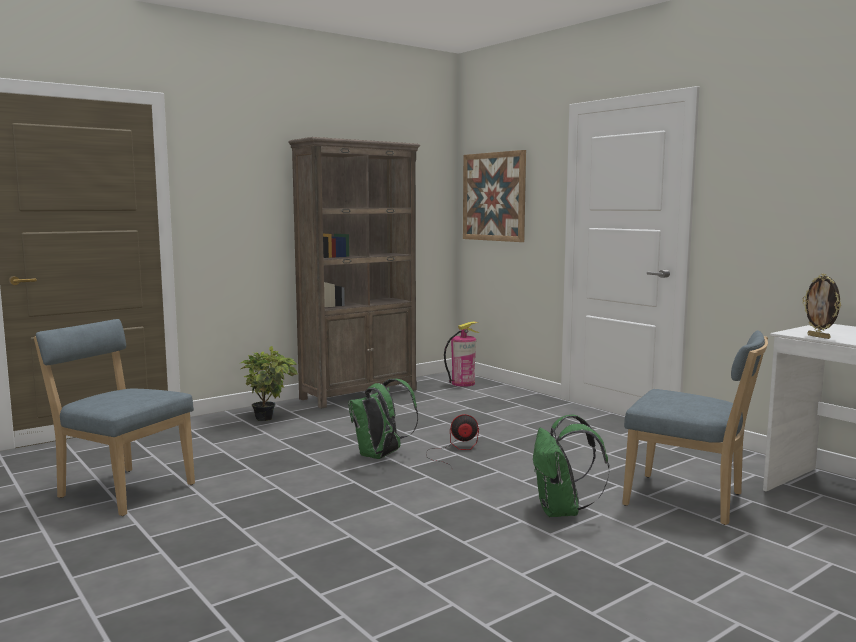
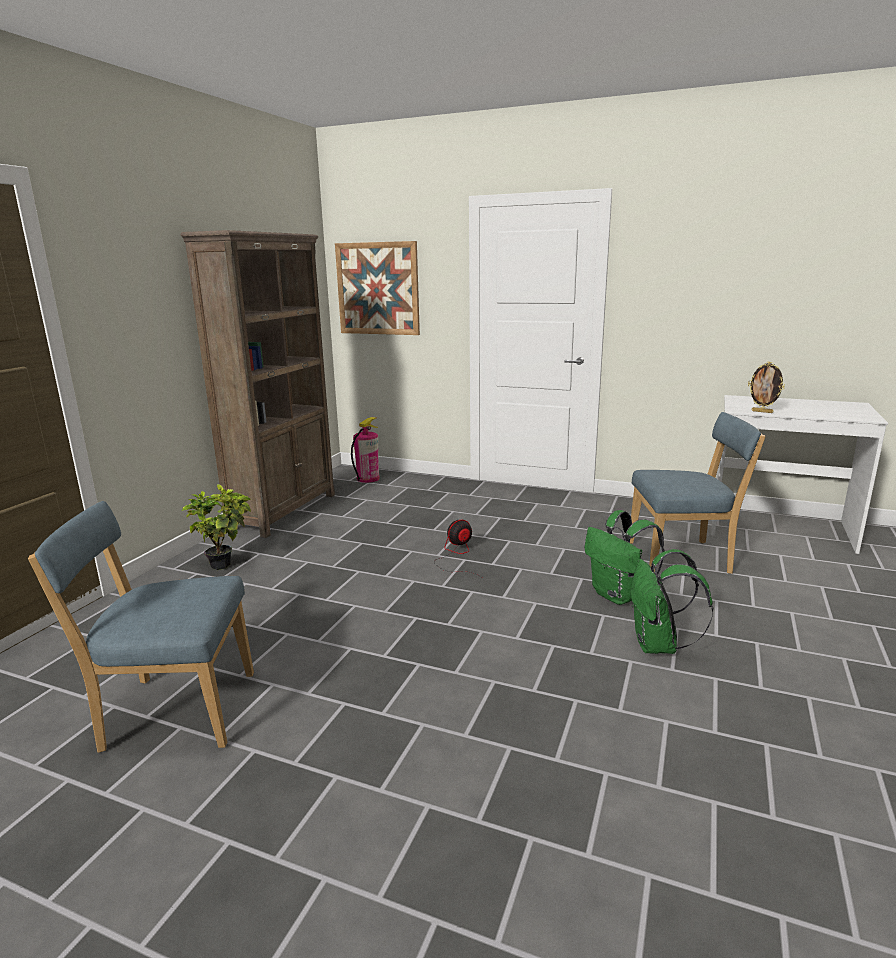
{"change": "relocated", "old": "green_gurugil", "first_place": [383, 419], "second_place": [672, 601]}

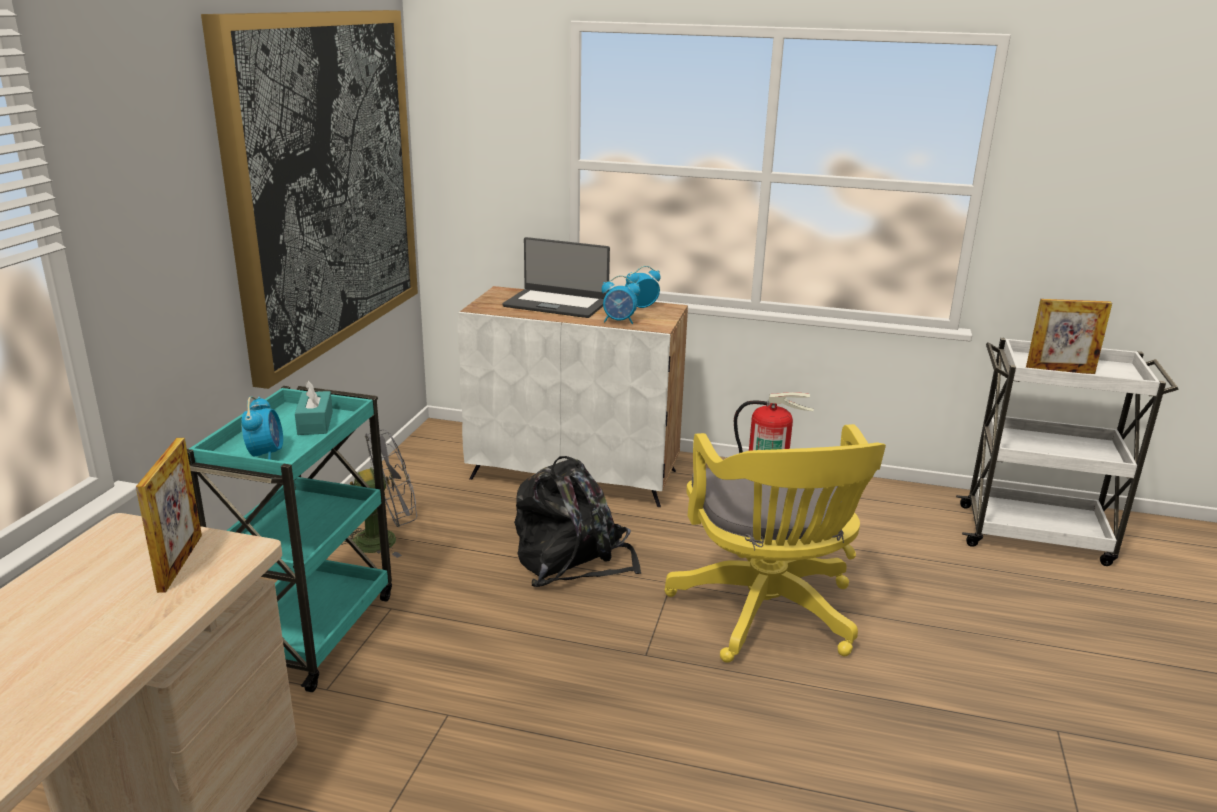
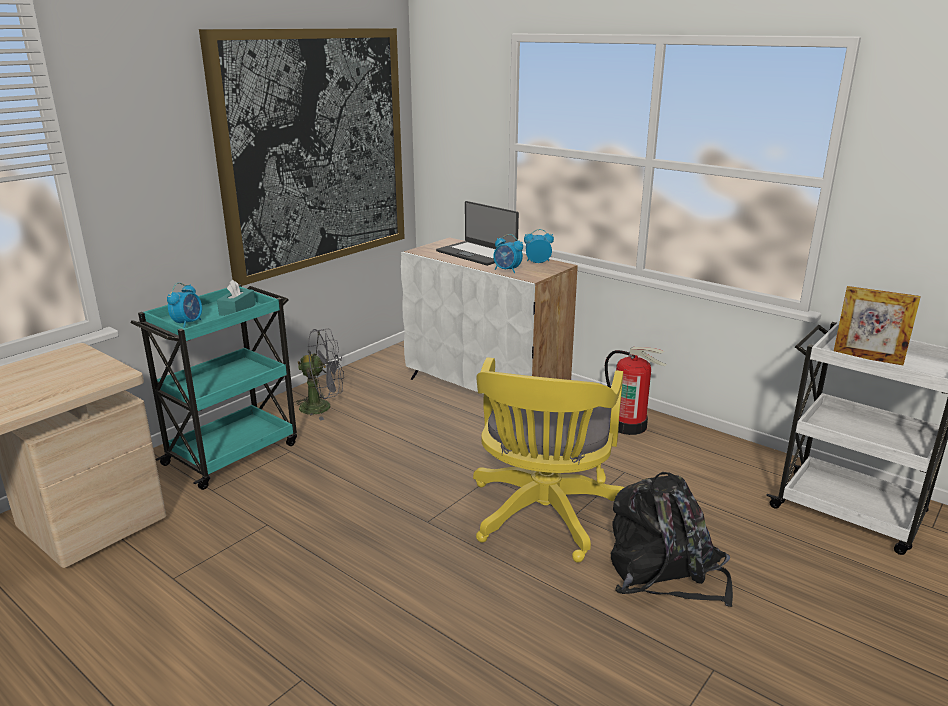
{"change": "relocated", "old": "black_gurugil", "first_place": [577, 521], "second_place": [672, 539]}
{"change": "missing", "old": "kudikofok", "first_place": [169, 515]}

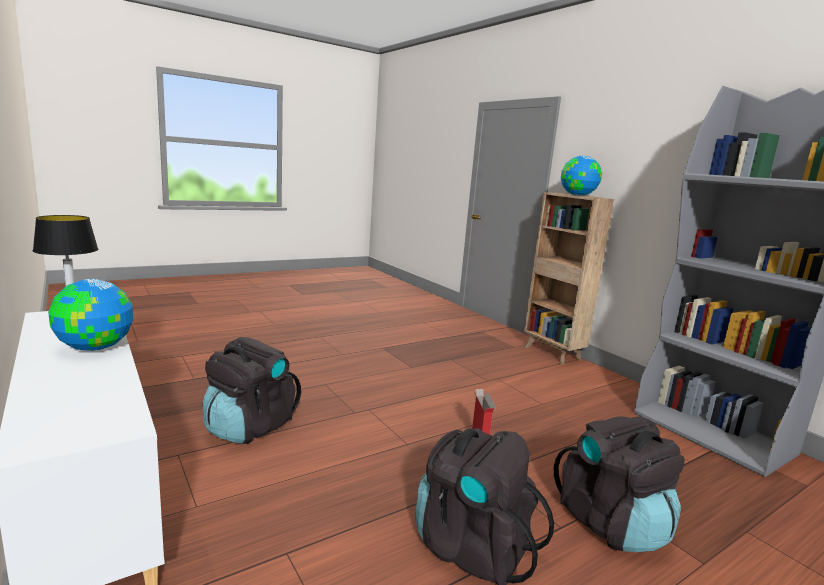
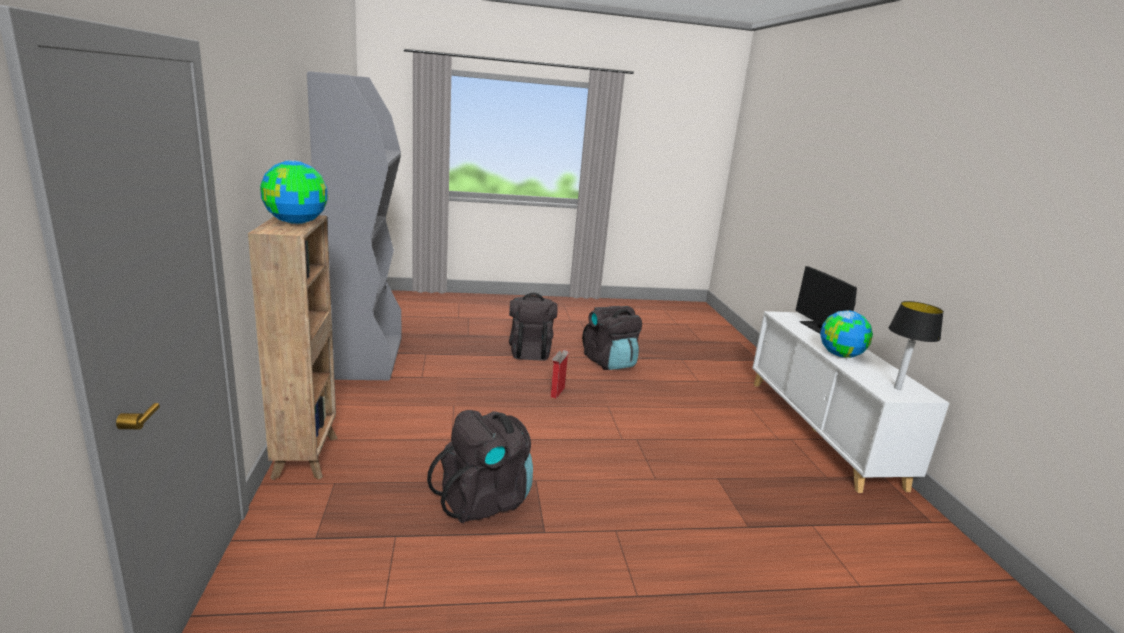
{"change": "relocated", "old": "black_gurugil", "first_place": [252, 390], "second_place": [480, 466]}
{"change": "appeared", "new": "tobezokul", "second_place": [826, 300]}

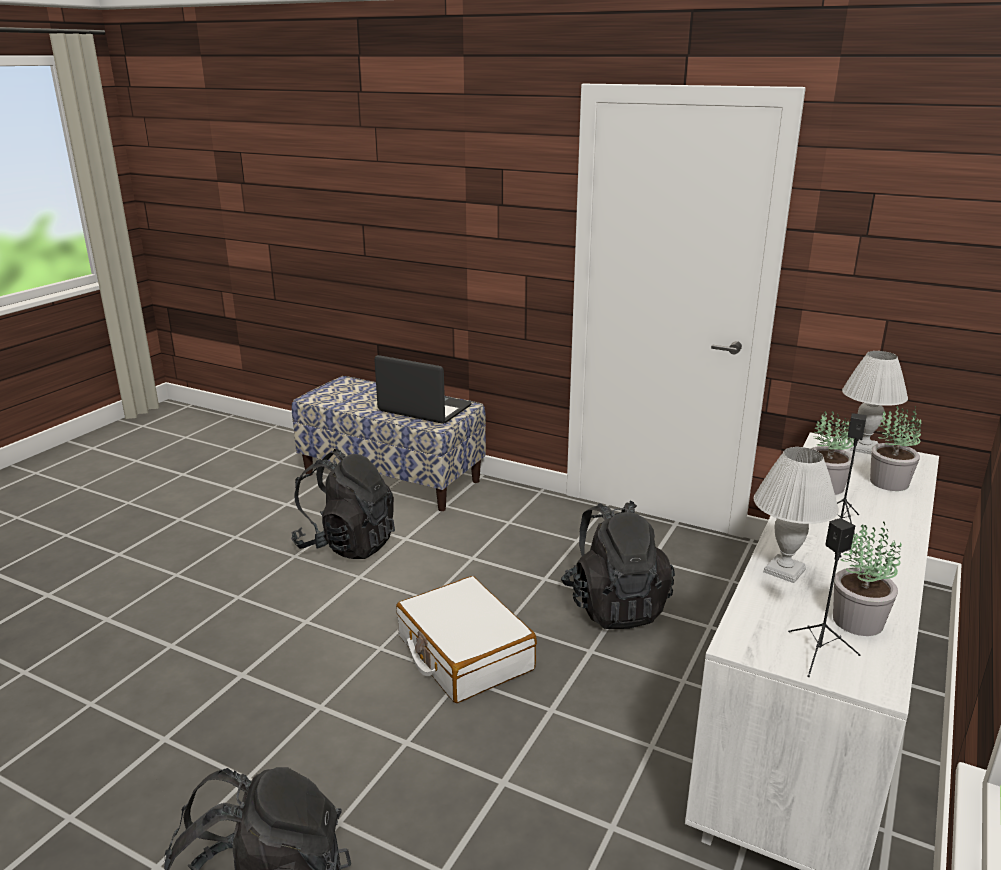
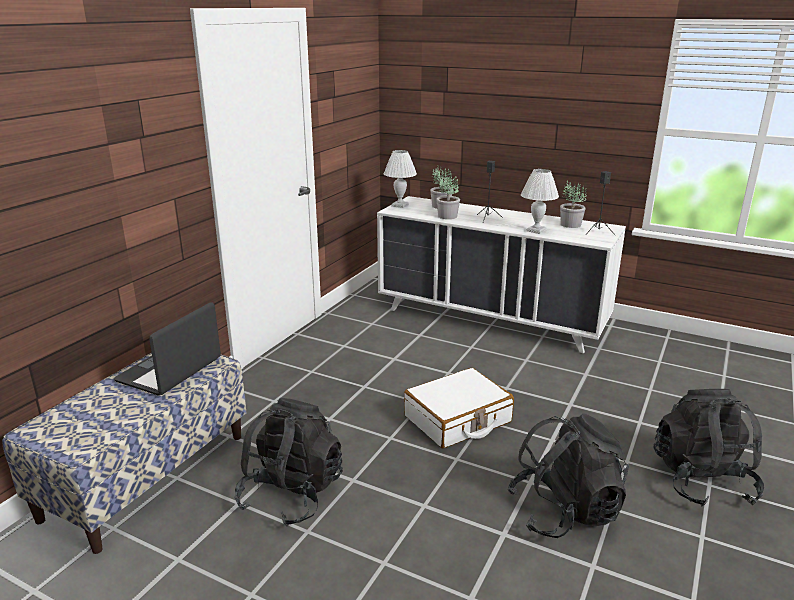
{"change": "relocated", "old": "black_gurugil", "first_place": [618, 564], "second_place": [568, 475]}

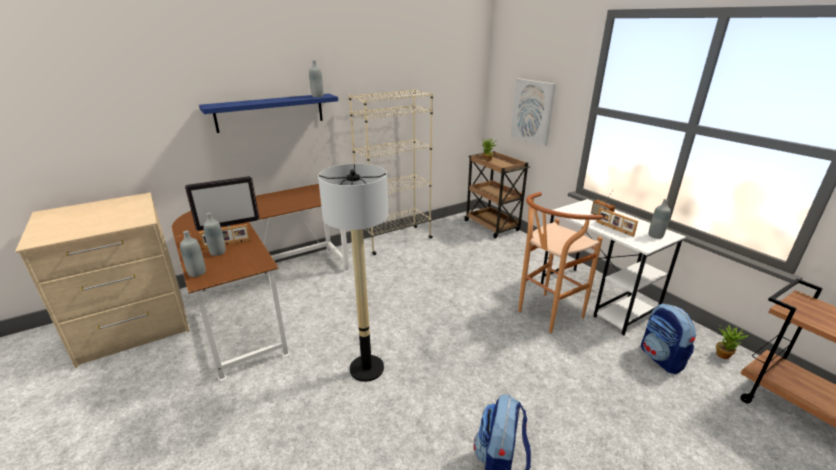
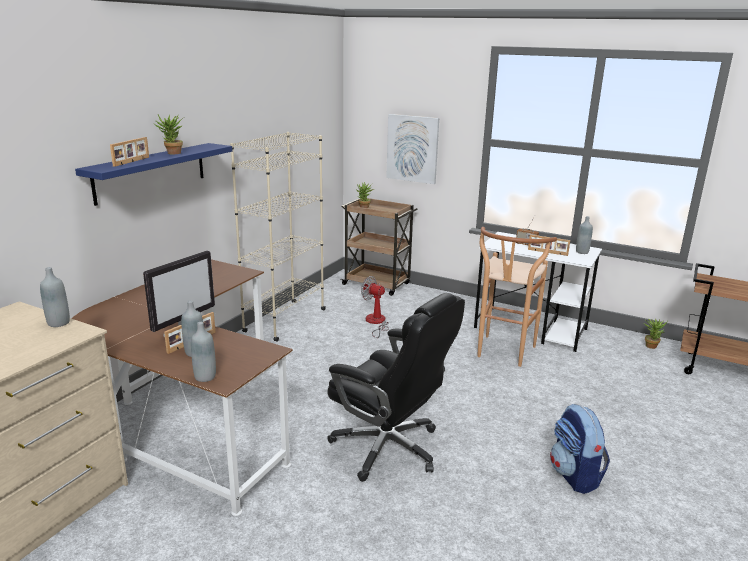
{"change": "relocated", "old": "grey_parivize", "first_place": [316, 78], "second_place": [55, 297]}
{"change": "appeared", "new": "kudikofok", "second_place": [129, 152]}
{"change": "appeared", "new": "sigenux", "second_place": [168, 134]}
{"change": "exchanged", "old": "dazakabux", "new": "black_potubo", "first_place": [353, 273], "second_place": [396, 387]}
{"change": "appeared", "new": "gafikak", "second_place": [375, 307]}
{"change": "missing", "old": "gurugil", "first_place": [668, 338]}

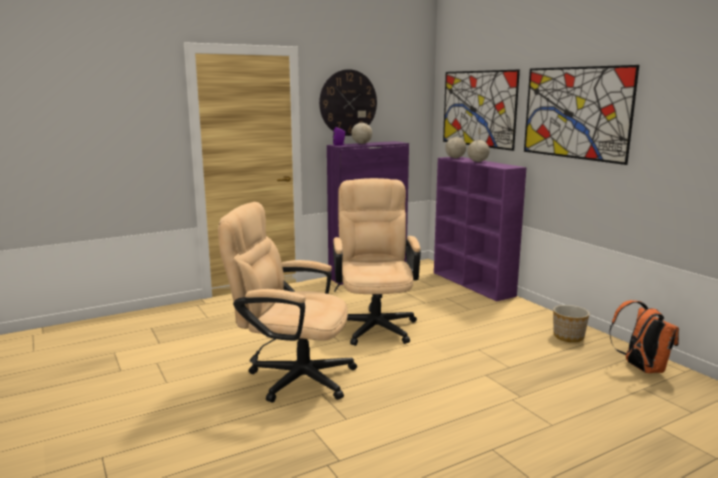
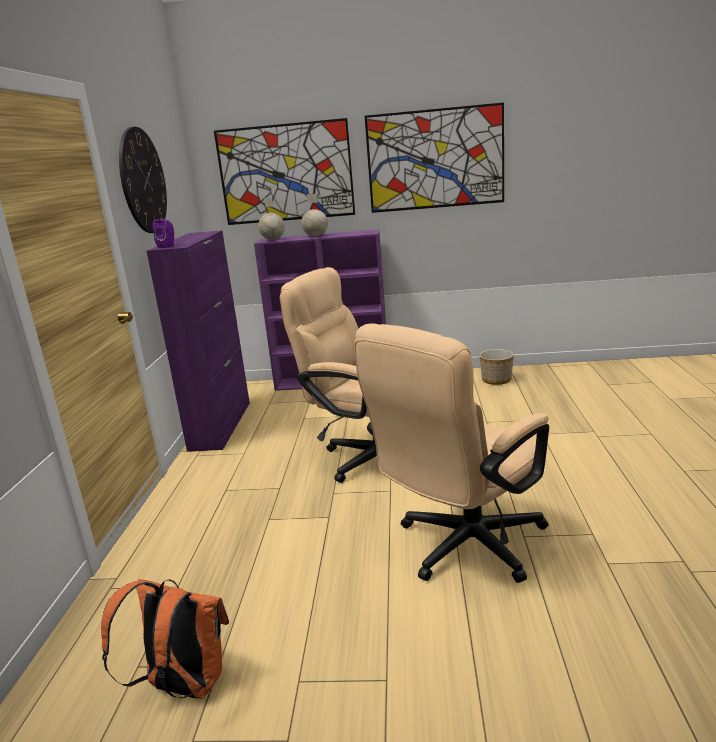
{"change": "relocated", "old": "orange_gurugil", "first_place": [644, 336], "second_place": [165, 639]}
{"change": "missing", "old": "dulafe", "first_place": [361, 127]}

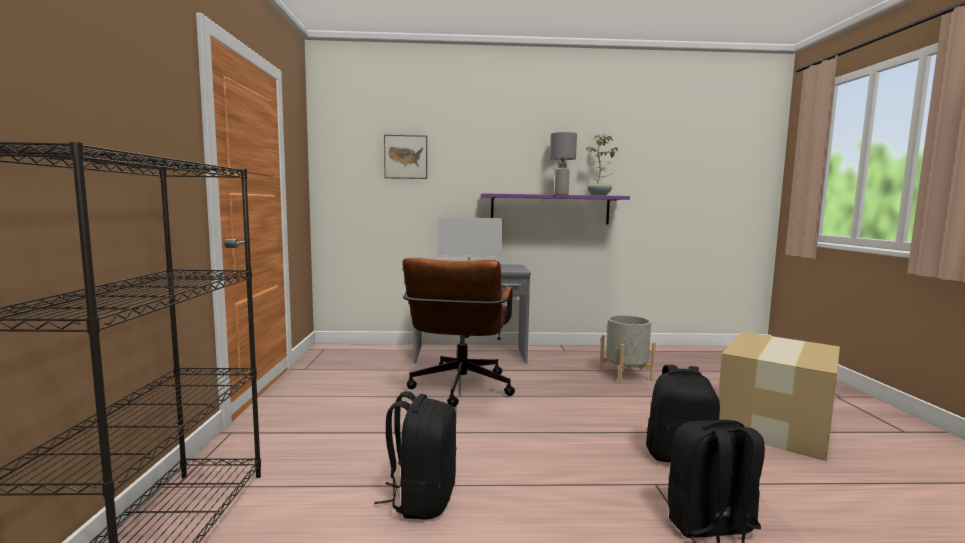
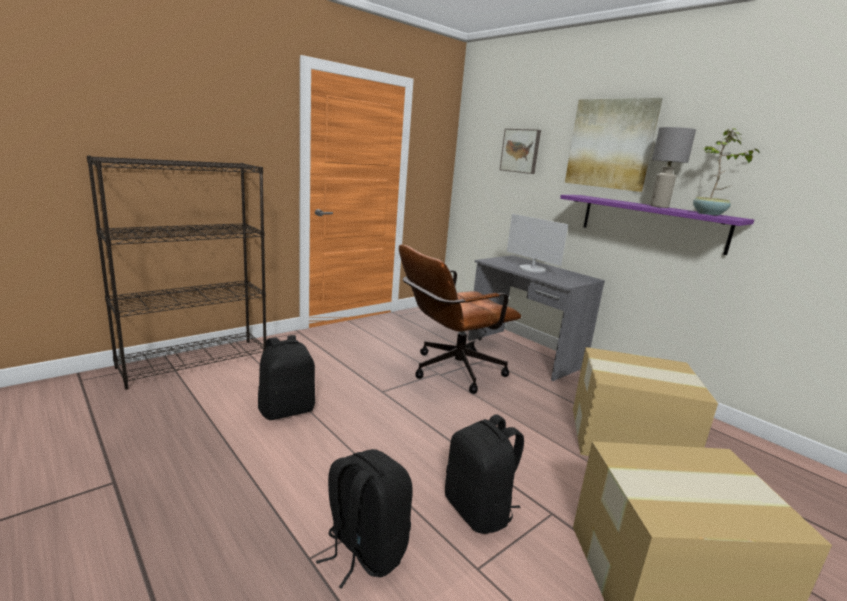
{"change": "appeared", "new": "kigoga", "second_place": [614, 145]}
{"change": "exchanged", "old": "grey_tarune", "new": "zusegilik", "first_place": [628, 349], "second_place": [645, 401]}

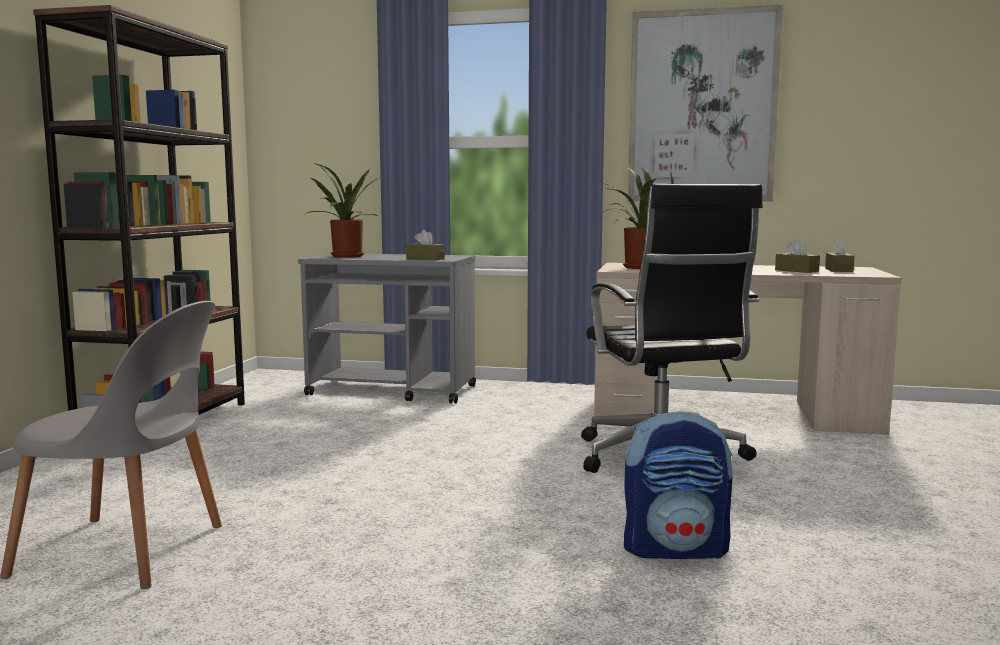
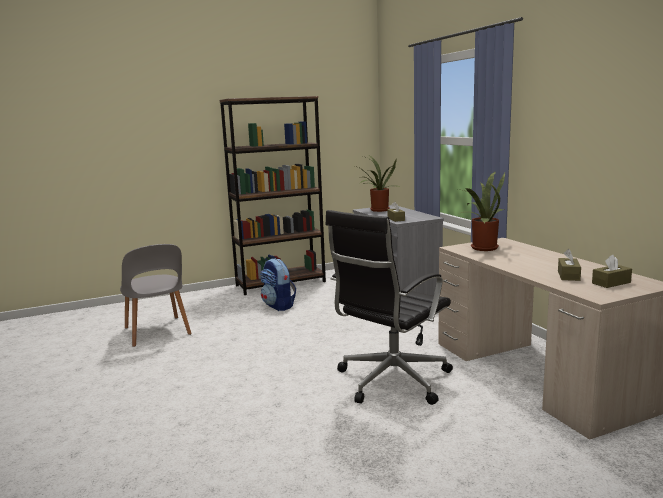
{"change": "relocated", "old": "gurugil", "first_place": [678, 485], "second_place": [278, 284]}
{"change": "missing", "old": "kigoga", "first_place": [705, 102]}

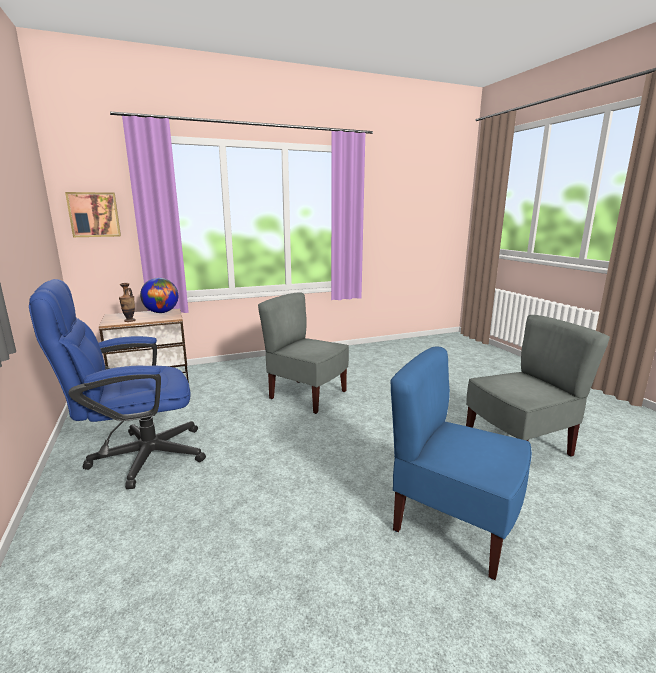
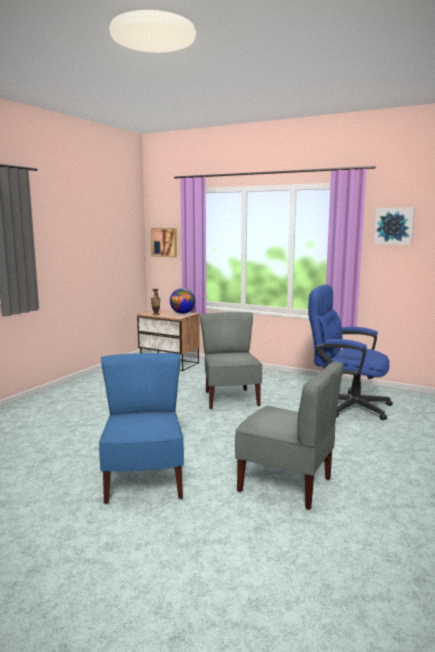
{"change": "relocated", "old": "blue_potubo", "first_place": [117, 384], "second_place": [350, 352]}
{"change": "appeared", "new": "kigoga", "second_place": [394, 226]}

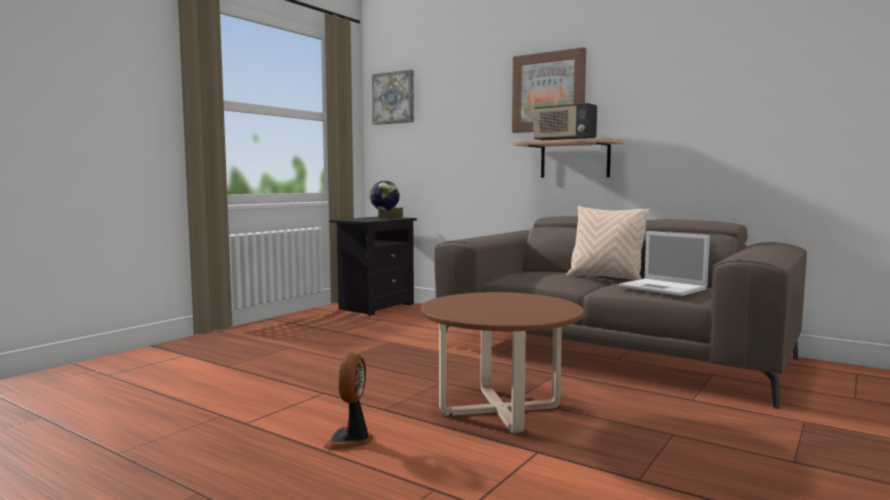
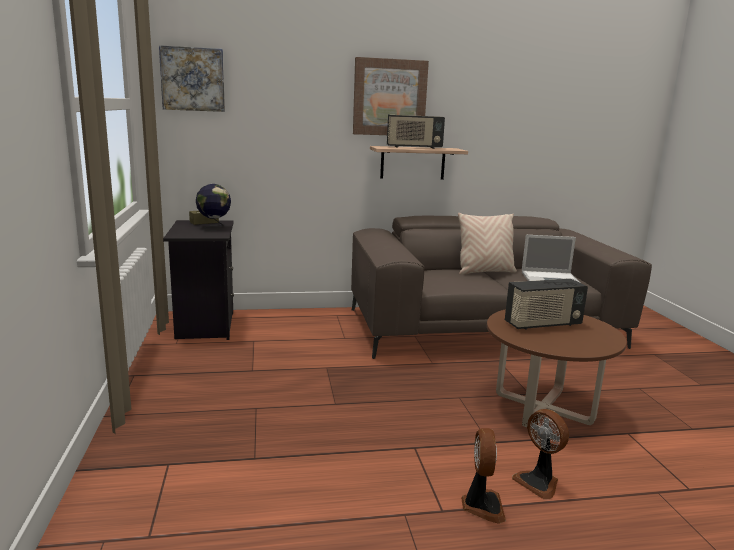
{"change": "appeared", "new": "gafikak", "second_place": [483, 475]}
{"change": "appeared", "new": "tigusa", "second_place": [546, 304]}

